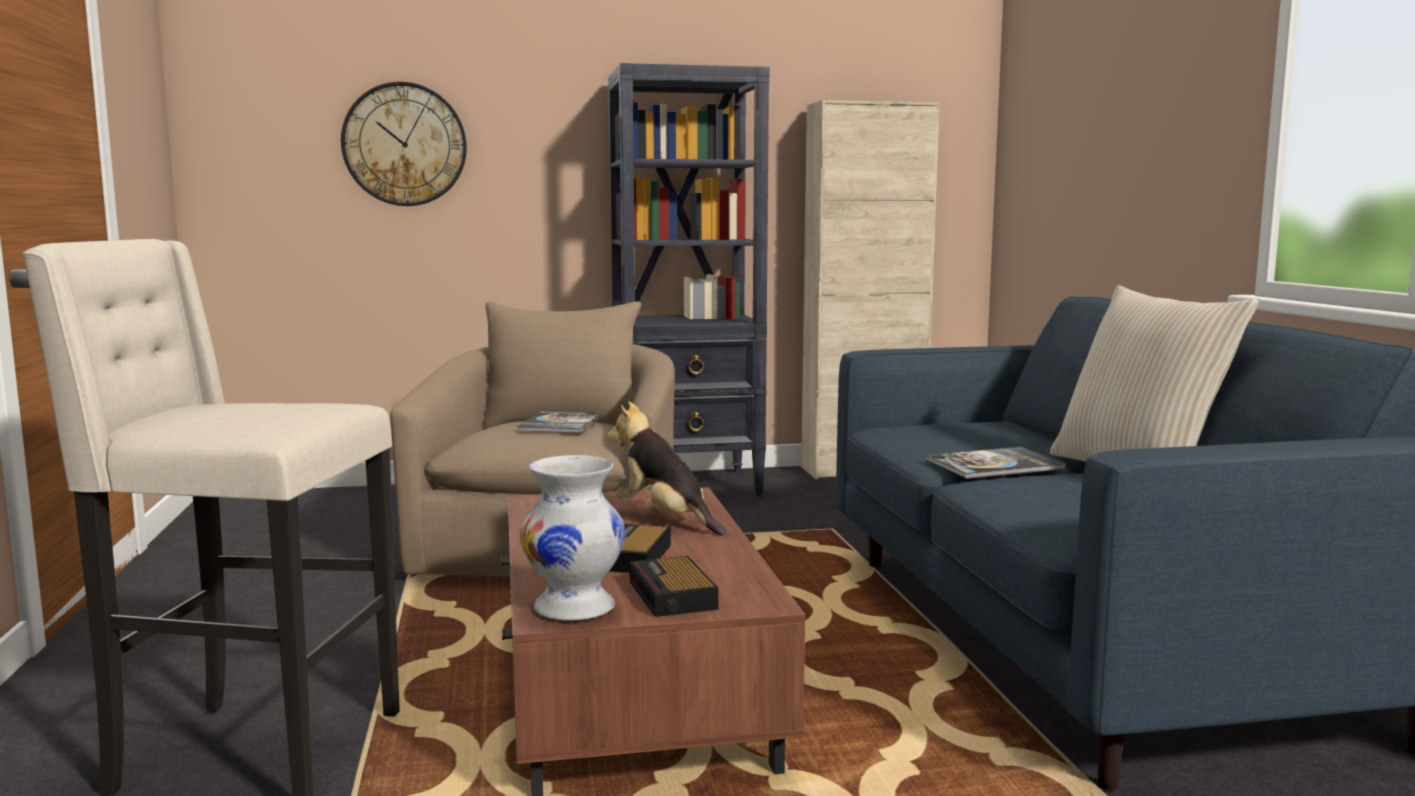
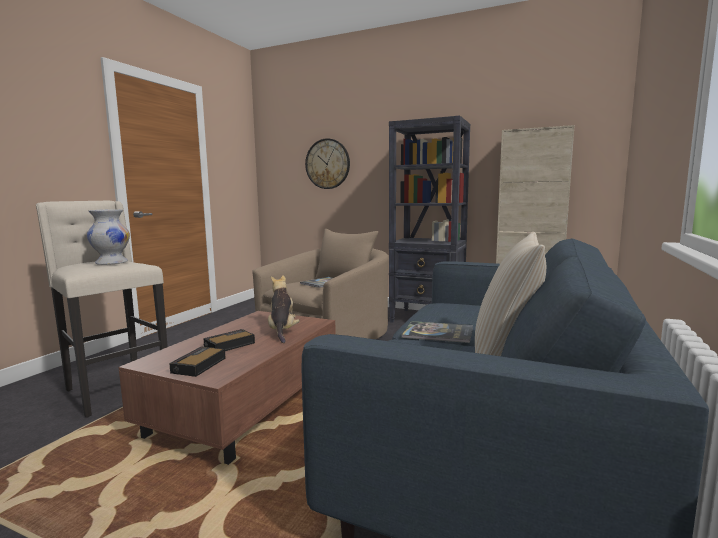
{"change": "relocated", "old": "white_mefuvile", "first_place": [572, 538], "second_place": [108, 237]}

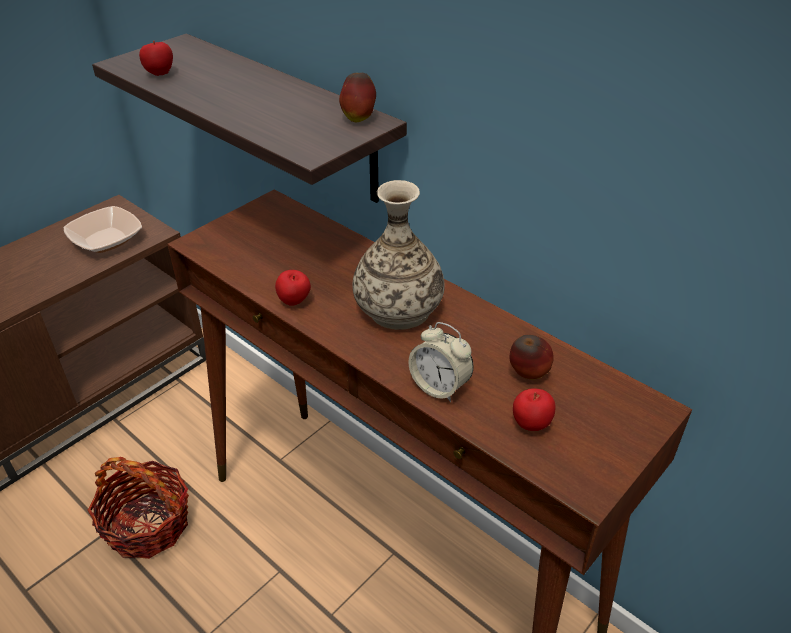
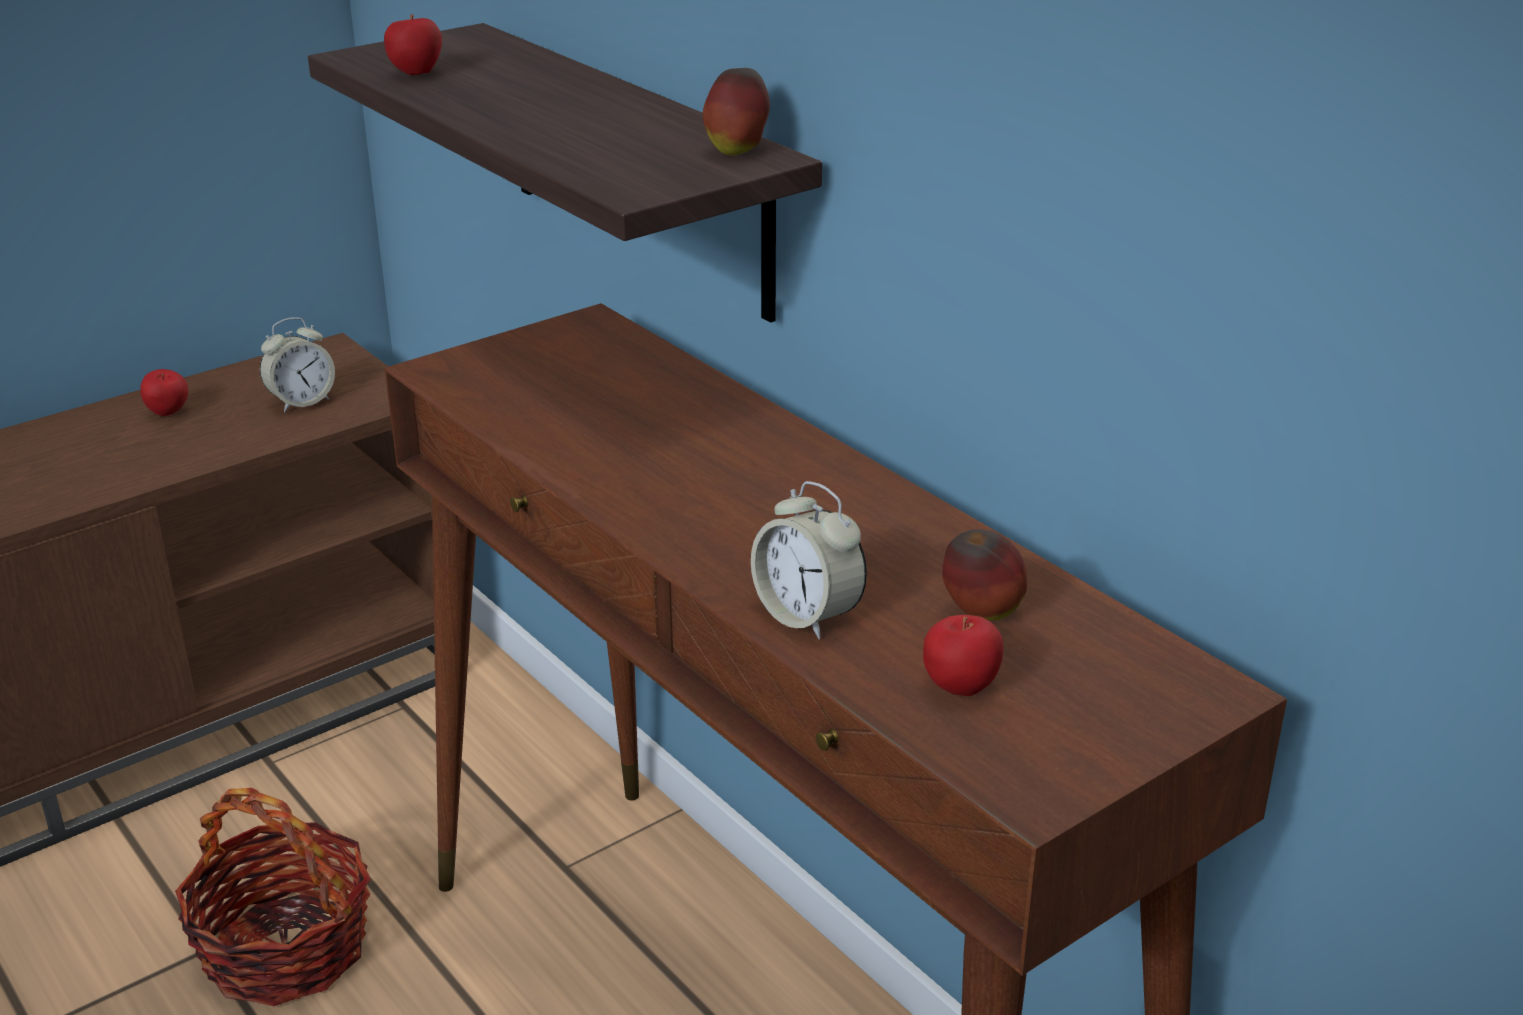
{"change": "relocated", "old": "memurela", "first_place": [293, 288], "second_place": [164, 392]}
{"change": "exchanged", "old": "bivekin", "new": "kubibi", "first_place": [103, 229], "second_place": [297, 364]}
{"change": "missing", "old": "mefuvile", "first_place": [398, 255]}

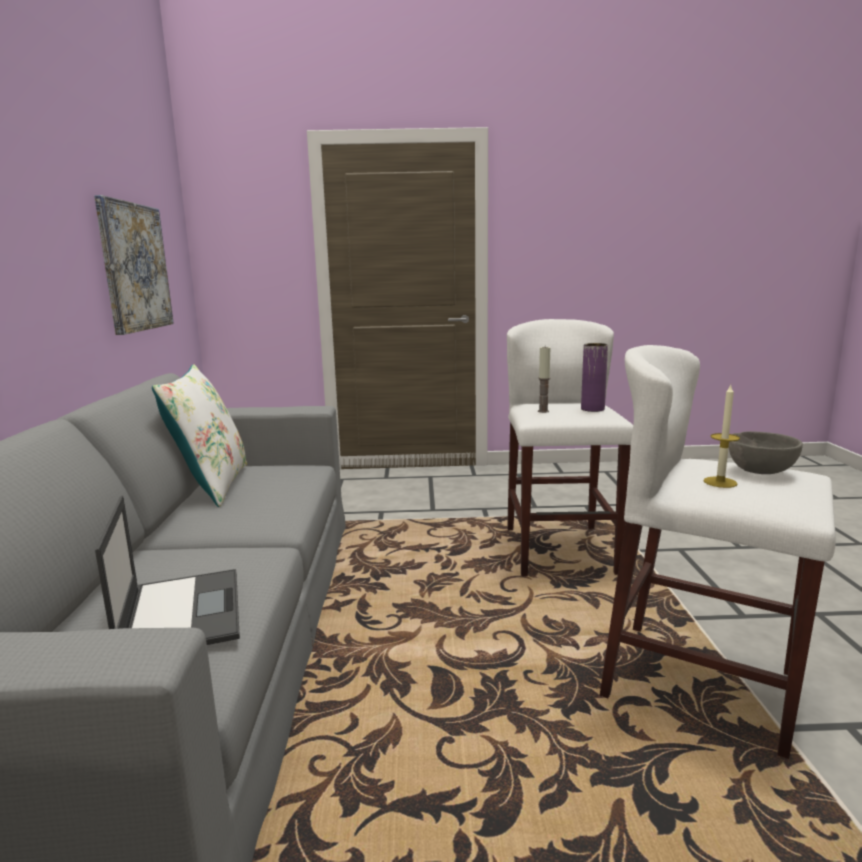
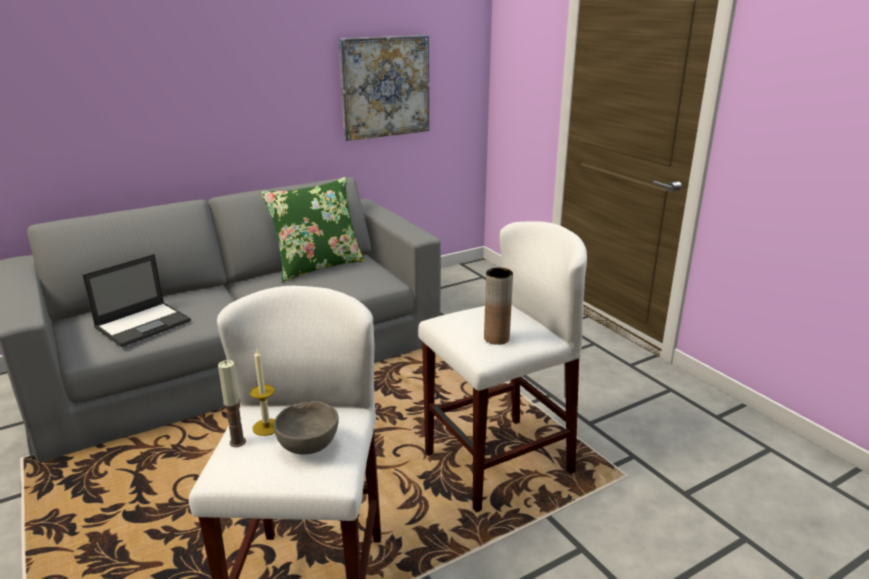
{"change": "relocated", "old": "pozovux", "first_place": [544, 380], "second_place": [232, 403]}
{"change": "colour", "old": "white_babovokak", "new": "green_babovokak", "first_place": [199, 435], "second_place": [313, 229]}
{"change": "colour", "old": "purple_mefuvile", "new": "brown_mefuvile", "first_place": [594, 377], "second_place": [498, 306]}

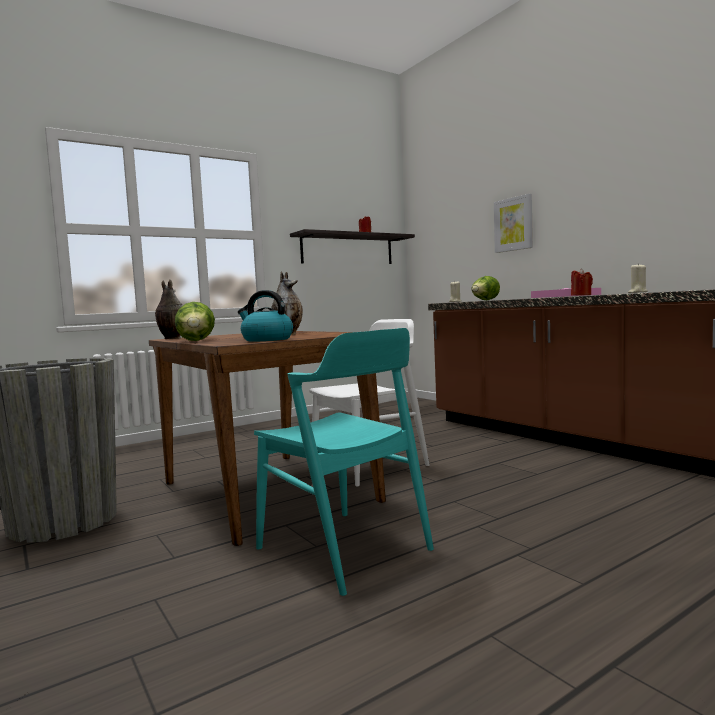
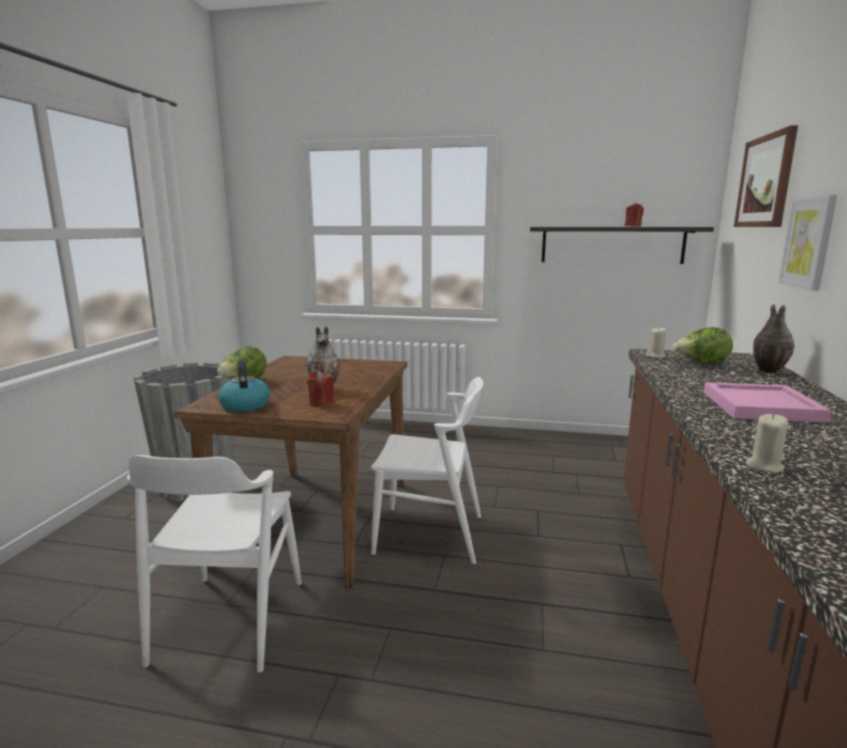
{"change": "colour", "old": "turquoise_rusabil", "new": "white_rusabil", "first_place": [344, 462], "second_place": [214, 563]}
{"change": "relocated", "old": "red_pozovux", "first_place": [582, 282], "second_place": [320, 389]}
{"change": "appeared", "new": "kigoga", "second_place": [766, 176]}
{"change": "relocated", "old": "mefuvile", "first_place": [169, 309], "second_place": [773, 339]}

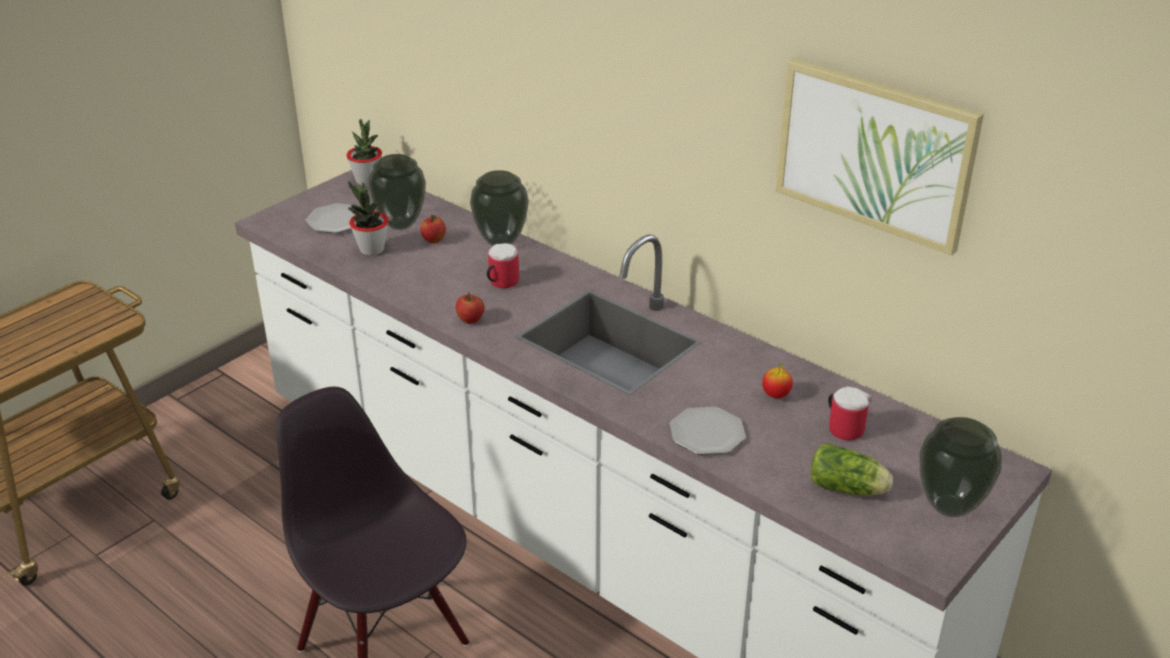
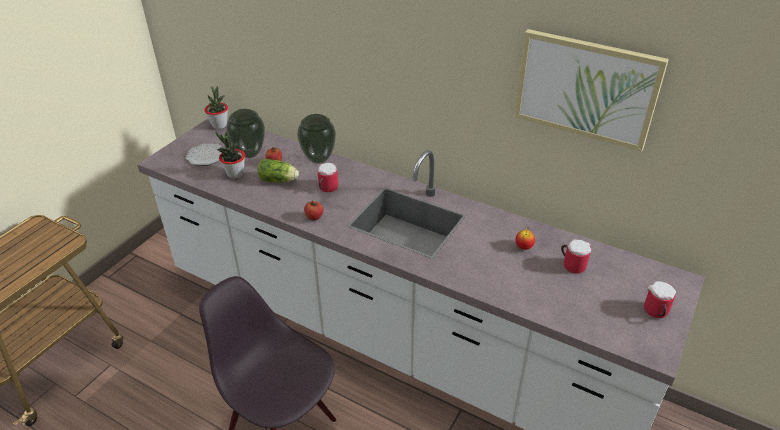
{"change": "relocated", "old": "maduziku", "first_place": [852, 469], "second_place": [278, 170]}
{"change": "exchanged", "old": "mefuvile", "new": "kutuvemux", "first_place": [961, 467], "second_place": [660, 299]}
{"change": "missing", "old": "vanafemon", "first_place": [707, 431]}

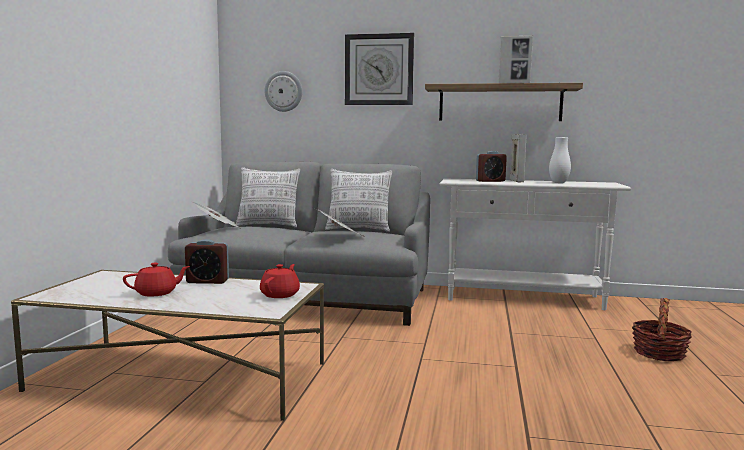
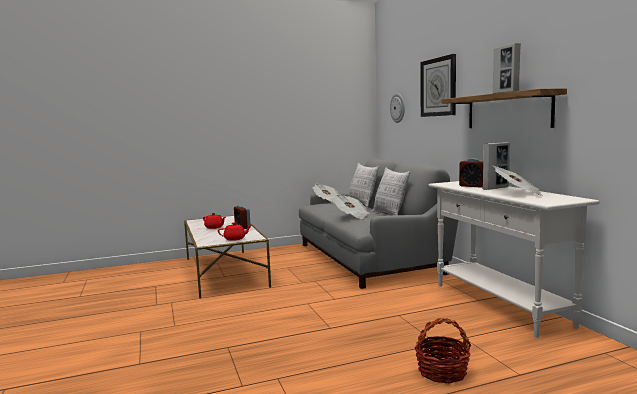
{"change": "exchanged", "old": "white_mefuvile", "new": "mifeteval", "first_place": [560, 160], "second_place": [517, 180]}

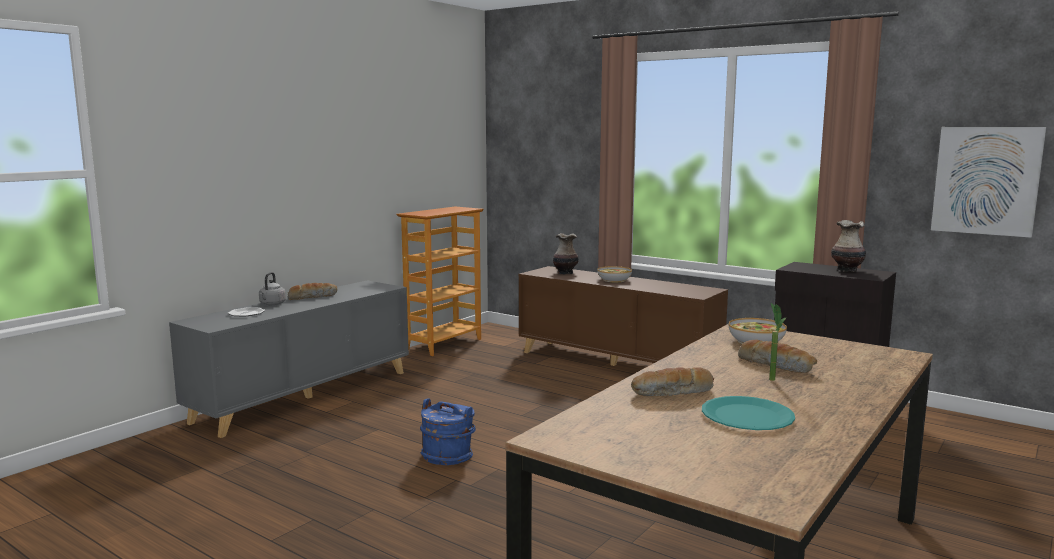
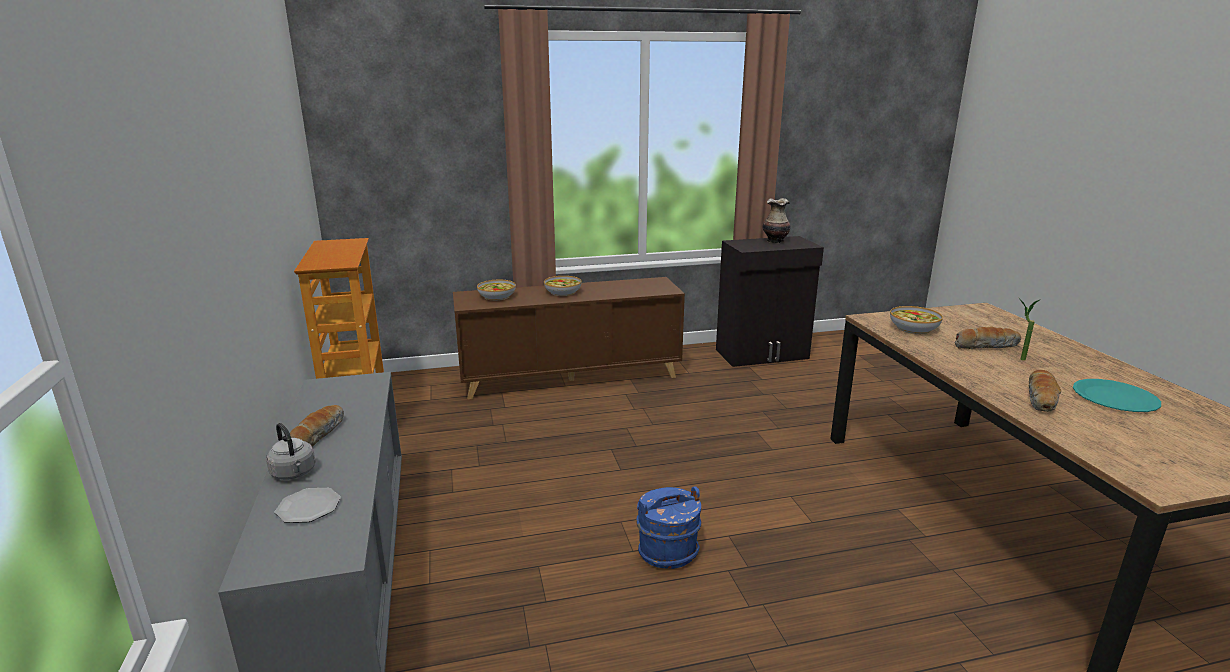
{"change": "exchanged", "old": "mefuvile", "new": "bivekin", "first_place": [566, 253], "second_place": [496, 290]}
{"change": "missing", "old": "kigoga", "first_place": [988, 182]}

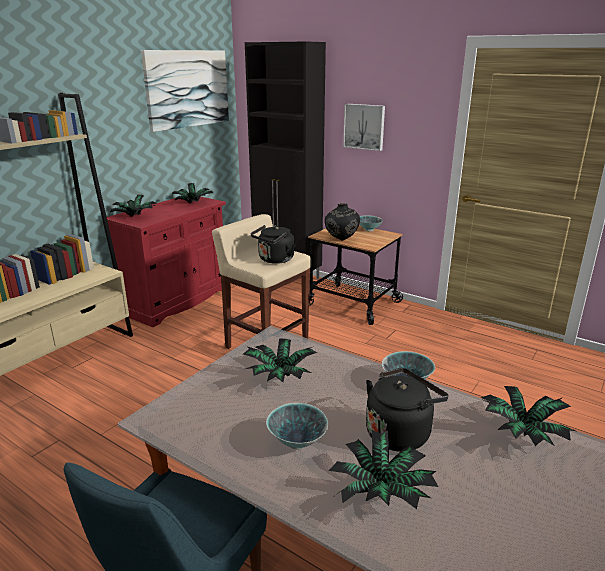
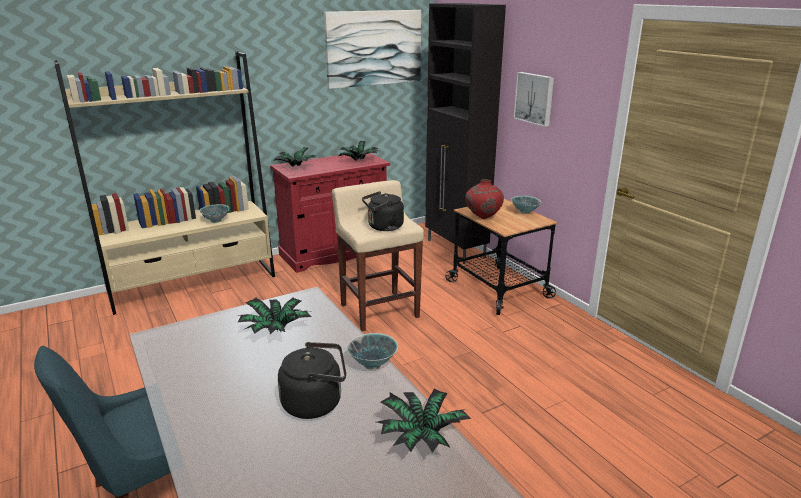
{"change": "relocated", "old": "bivekin", "first_place": [297, 426], "second_place": [214, 213]}
{"change": "colour", "old": "black_mefuvile", "new": "red_mefuvile", "first_place": [342, 221], "second_place": [484, 199]}
{"change": "missing", "old": "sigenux", "first_place": [383, 469]}

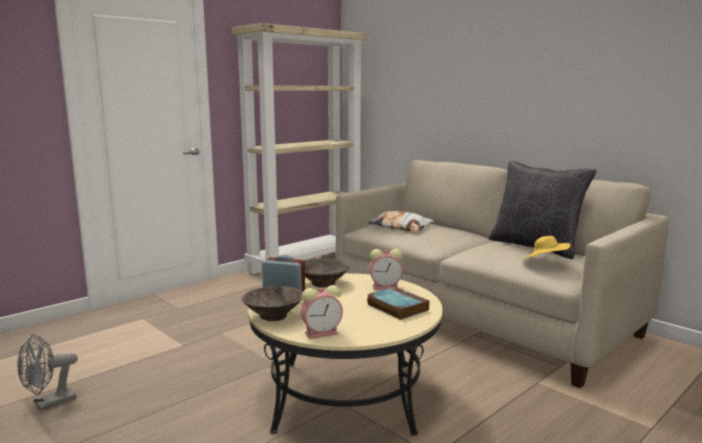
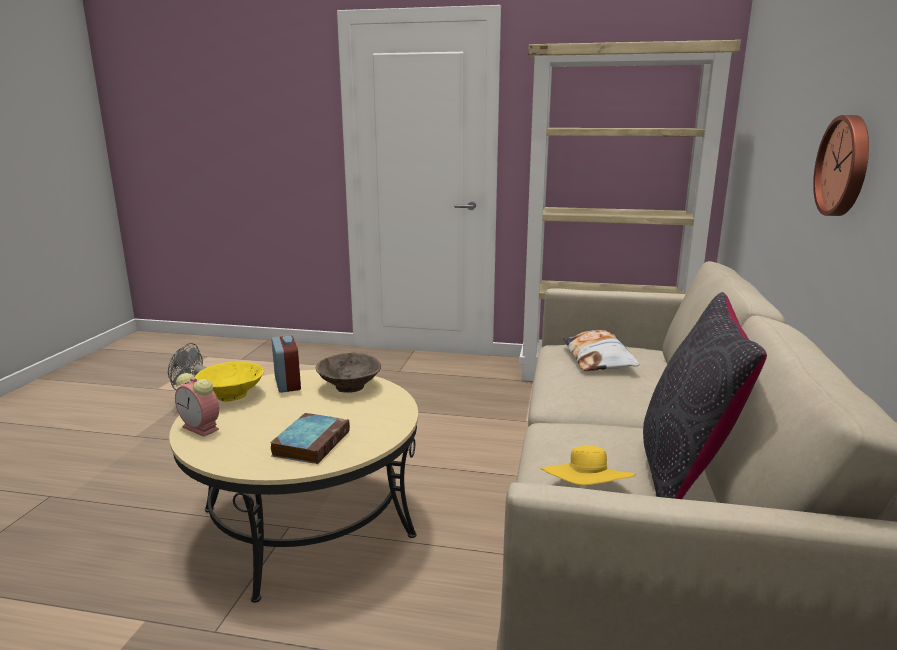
{"change": "colour", "old": "brown_bivekin", "new": "yellow_bivekin", "first_place": [272, 303], "second_place": [229, 381]}
{"change": "appeared", "new": "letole", "second_place": [841, 165]}
{"change": "missing", "old": "kubibi", "first_place": [386, 269]}

